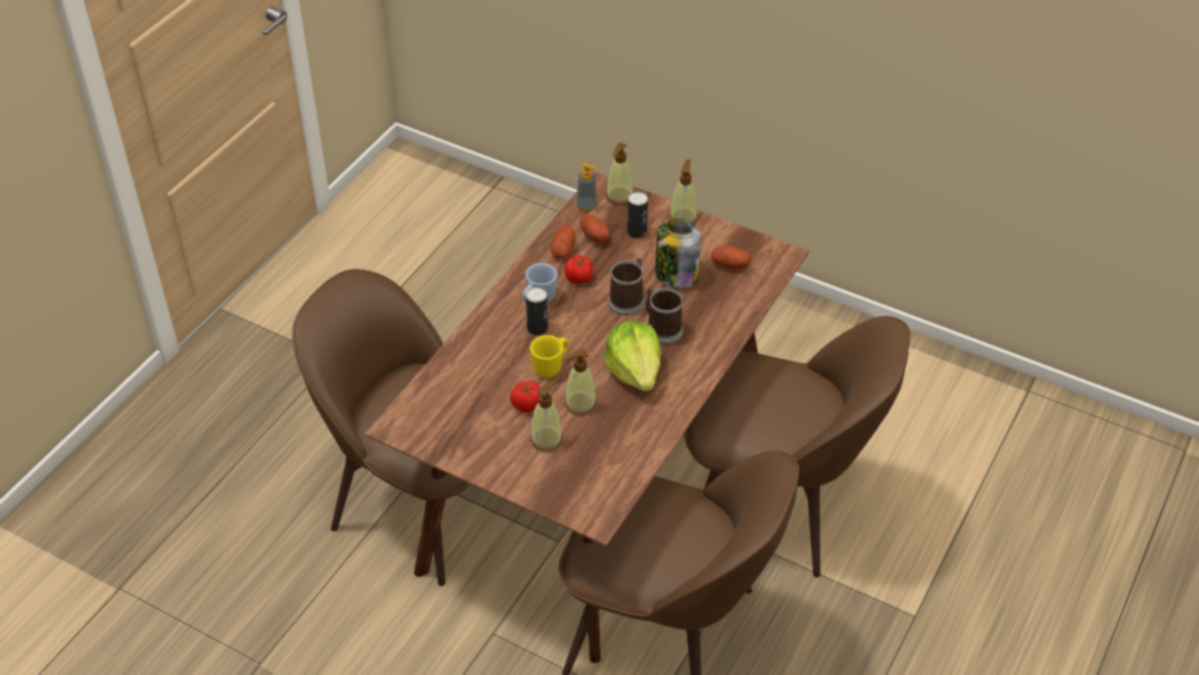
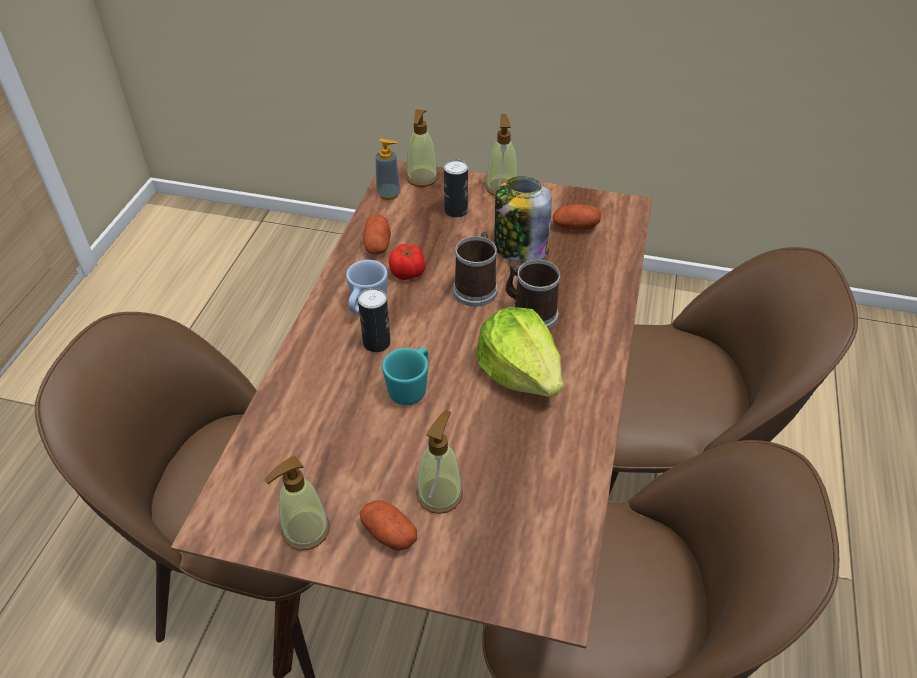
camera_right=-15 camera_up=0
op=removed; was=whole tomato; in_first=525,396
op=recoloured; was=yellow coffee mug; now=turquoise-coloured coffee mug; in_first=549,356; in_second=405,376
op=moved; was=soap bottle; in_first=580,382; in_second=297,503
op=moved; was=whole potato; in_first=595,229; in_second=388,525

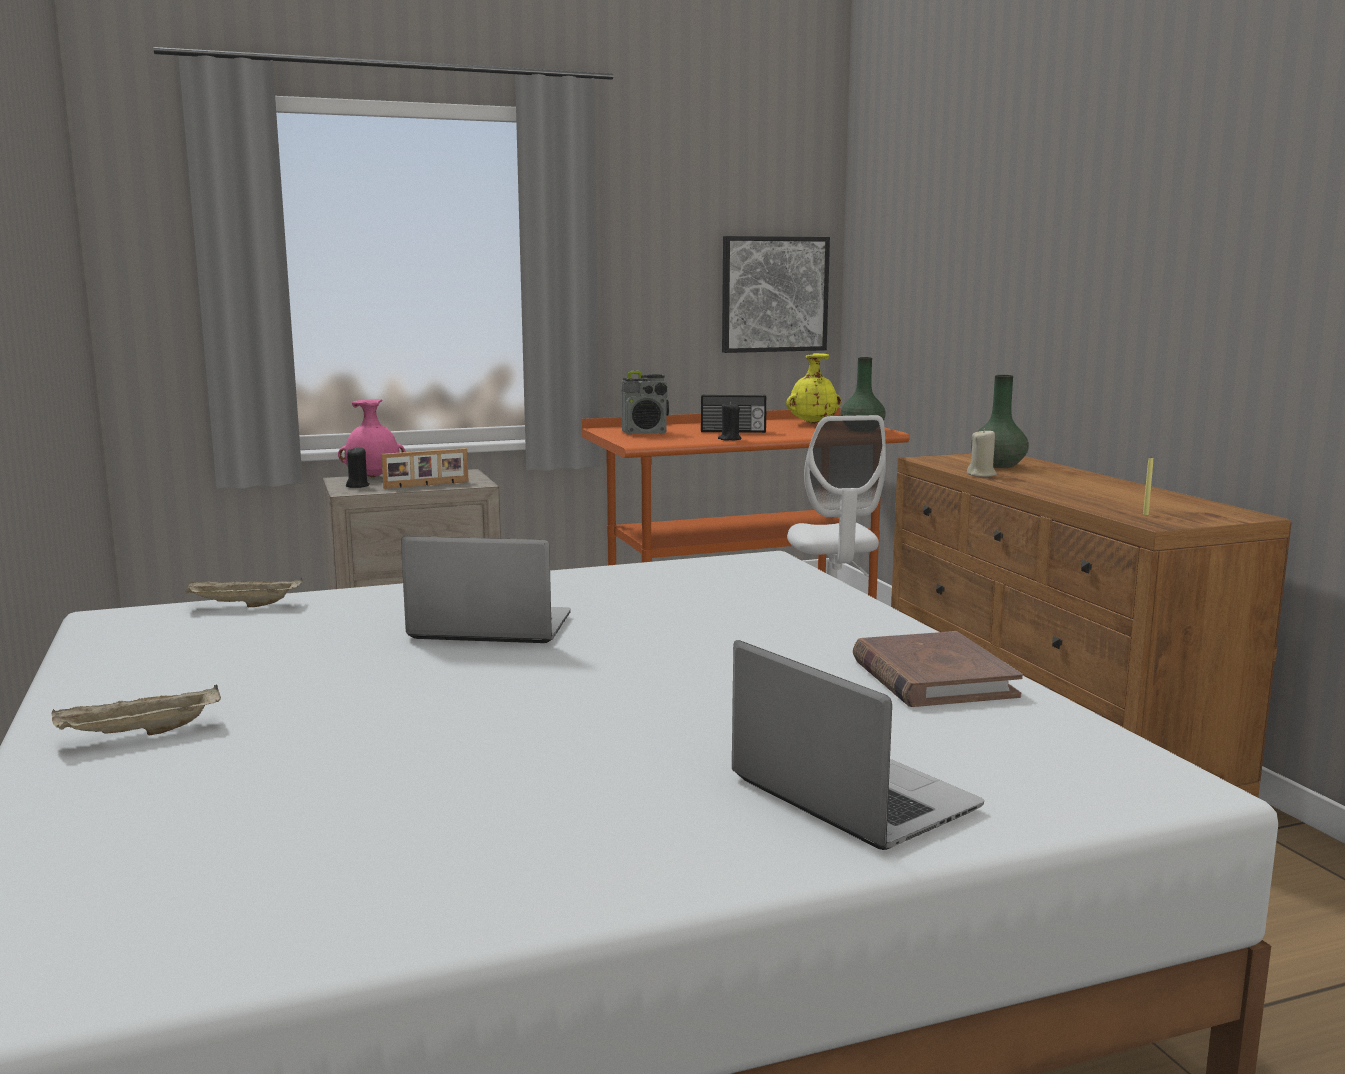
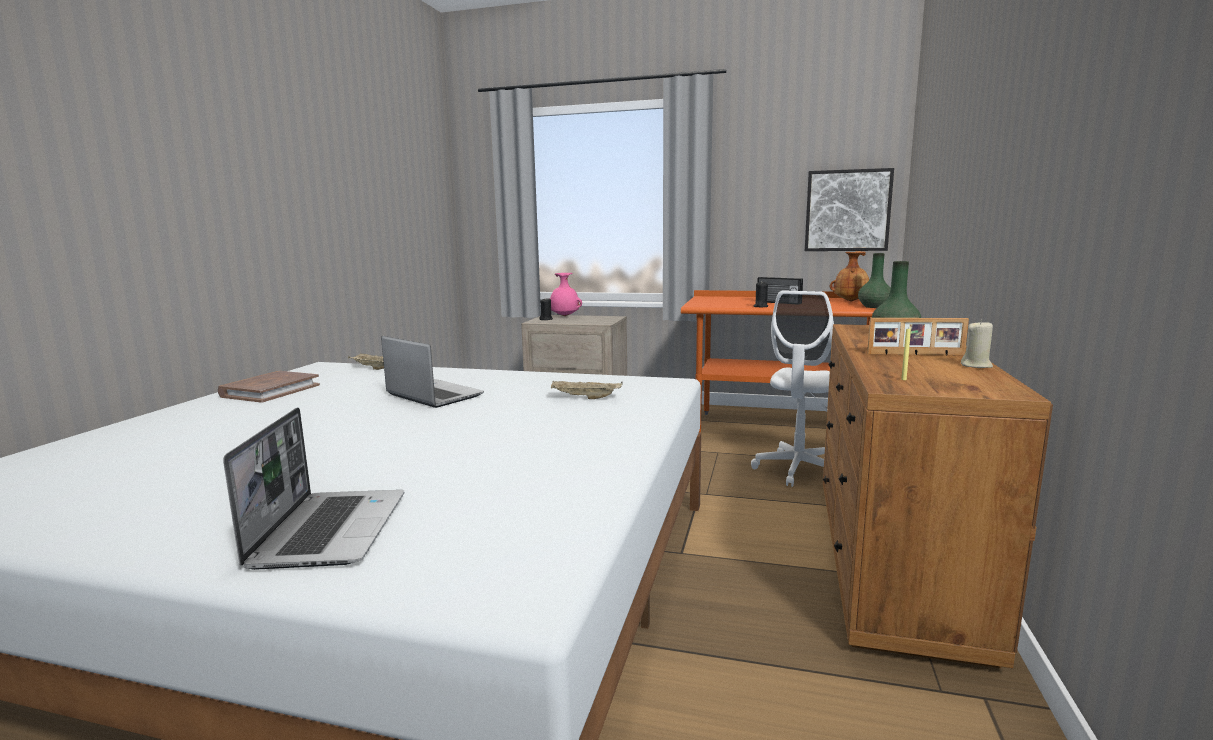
camera_right=35 camera_up=0
op=moved; was=beige-coloured tray; in_first=136,710; in_second=586,390
op=moved; was=standing frame; in_first=425,468; in_second=918,336
op=removed; was=radio set; in_first=645,402
op=recoloured; was=yellow decorative vase; now=brownish decorative vase; in_first=813,388; in_second=849,276
op=moved; was=brownish volume; in_first=938,669; in_second=269,387
op=moved; was=beige-coloured wax light; in_first=982,452; in_second=977,344

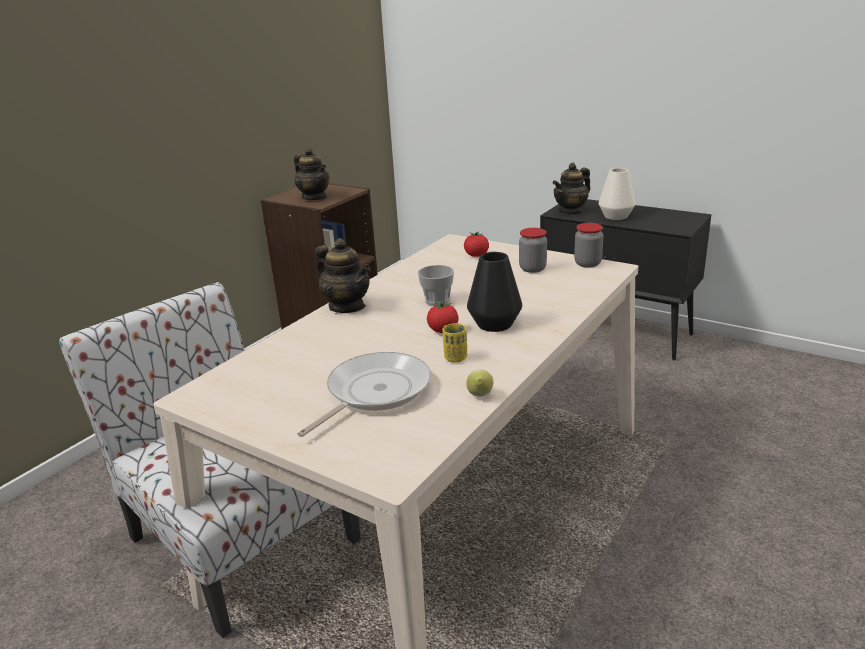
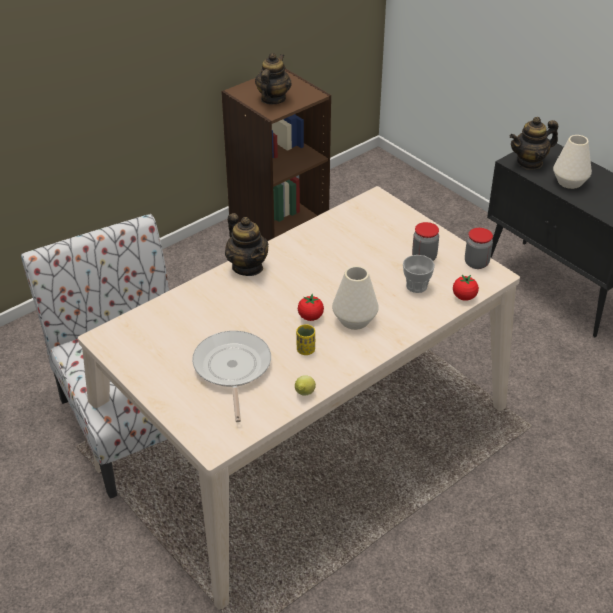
camera_right=15 camera_up=15
op=turned; was=pot for tea; in_first=312,174; in_second=273,78; clockwise=-135
op=turned; was=skillet; in_first=364,394; in_second=231,376; clockwise=-60
op=moved; was=small cup; in_first=436,285; in_second=419,274
op=moved; was=whole tomato; in_first=476,244; in_second=466,288
op=recoloured; was=black-coloured decorative vase; now=white decorative vase; in_first=494,292; in_second=355,298

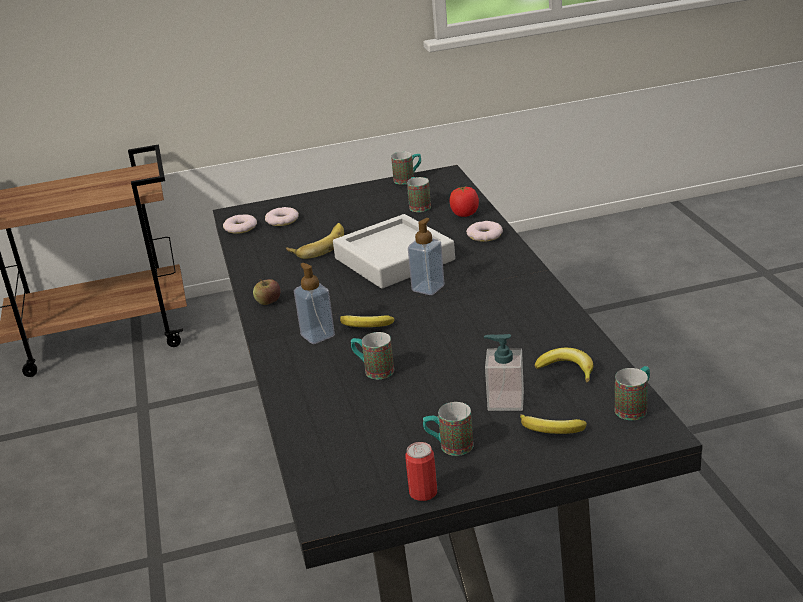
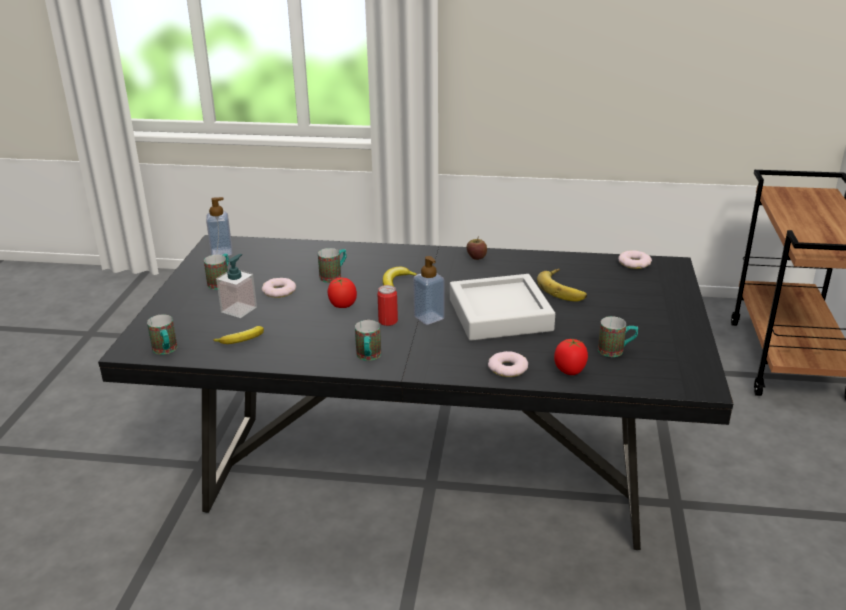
camera_right=110 camera_up=0
op=moved; was=donut; in_first=282,216; in_second=279,288
op=moved; was=soap bottle; in_first=314,303; in_second=219,226
op=moved; was=coffee mug; in_first=406,168; in_second=368,340
op=moved; was=metal can; in_first=421,471; in_second=388,305
op=removed; was=banana fruit; in_first=553,424
op=added; now=whole tomato; in_second=342,292

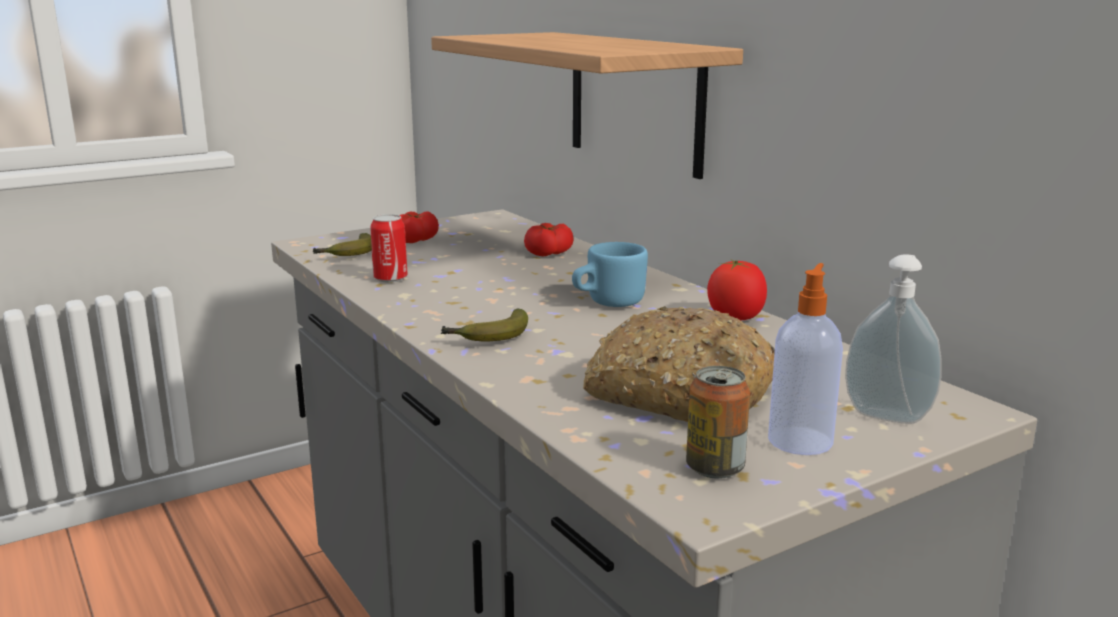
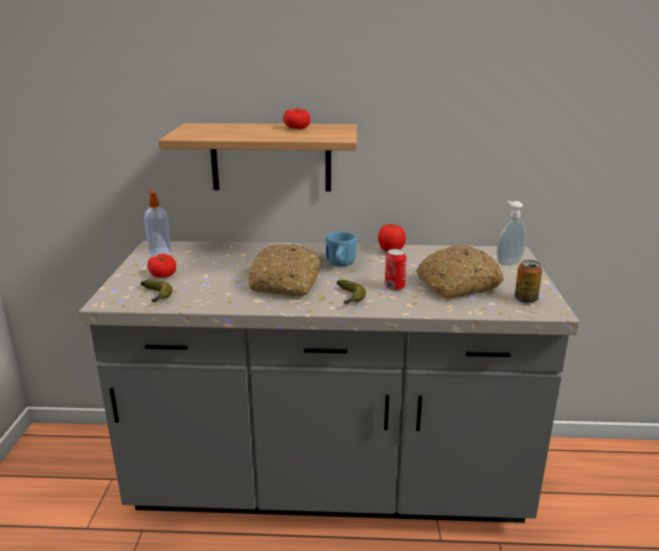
camera_right=-55 camera_up=5
op=moved; was=metal can; in_first=388,248; in_second=396,270
op=moved; was=whole tomato; in_first=549,239; in_second=296,118
op=moved; was=soap bottle; in_first=805,359; in_second=157,223
op=added; now=baked bread; in_second=285,270

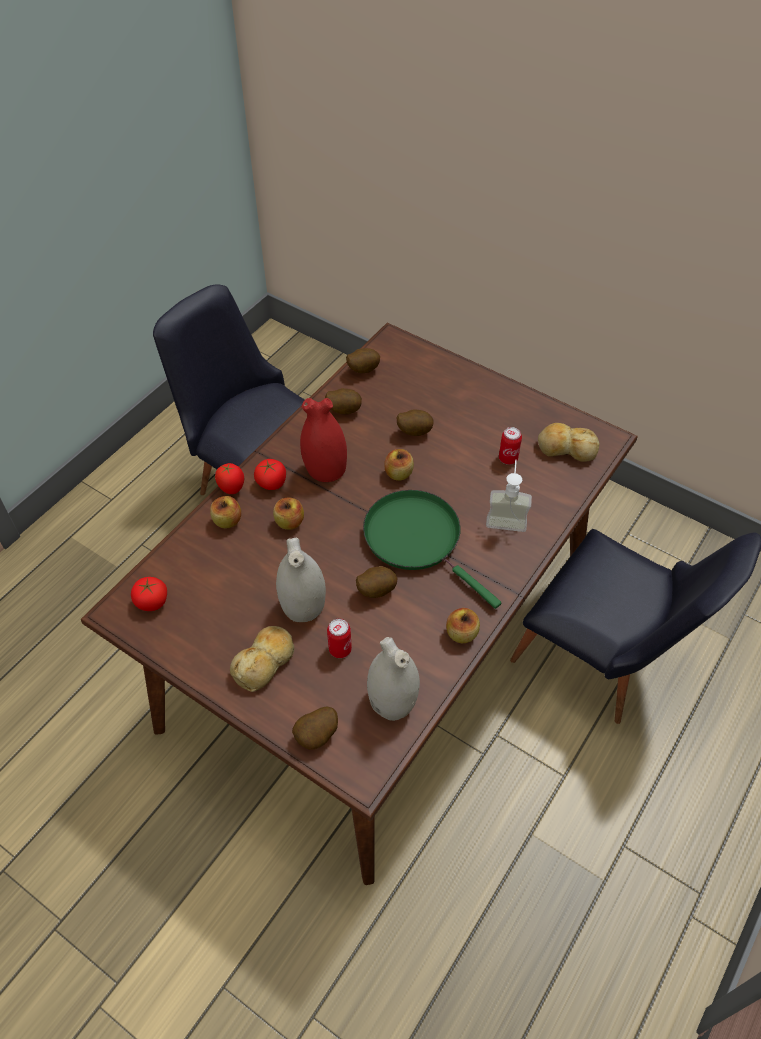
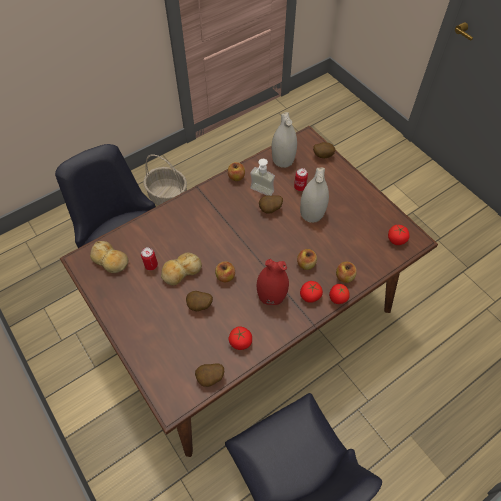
camera_right=-160 camera_up=5
op=moved; was=baked bread; in_first=262,659; in_second=181,269
op=replaced; was=whole potato; now=whole tomato; in_first=343,401; in_second=240,338
op=removed; was=green-coloured skillet; in_first=432,549
op=moved; was=soap bottle; in_first=509,496; in_second=262,177
op=added; now=storage basket; in_second=165,179

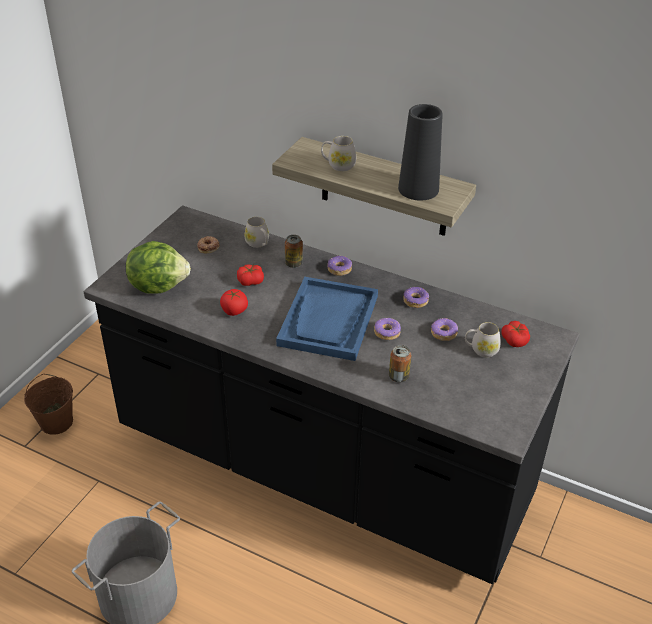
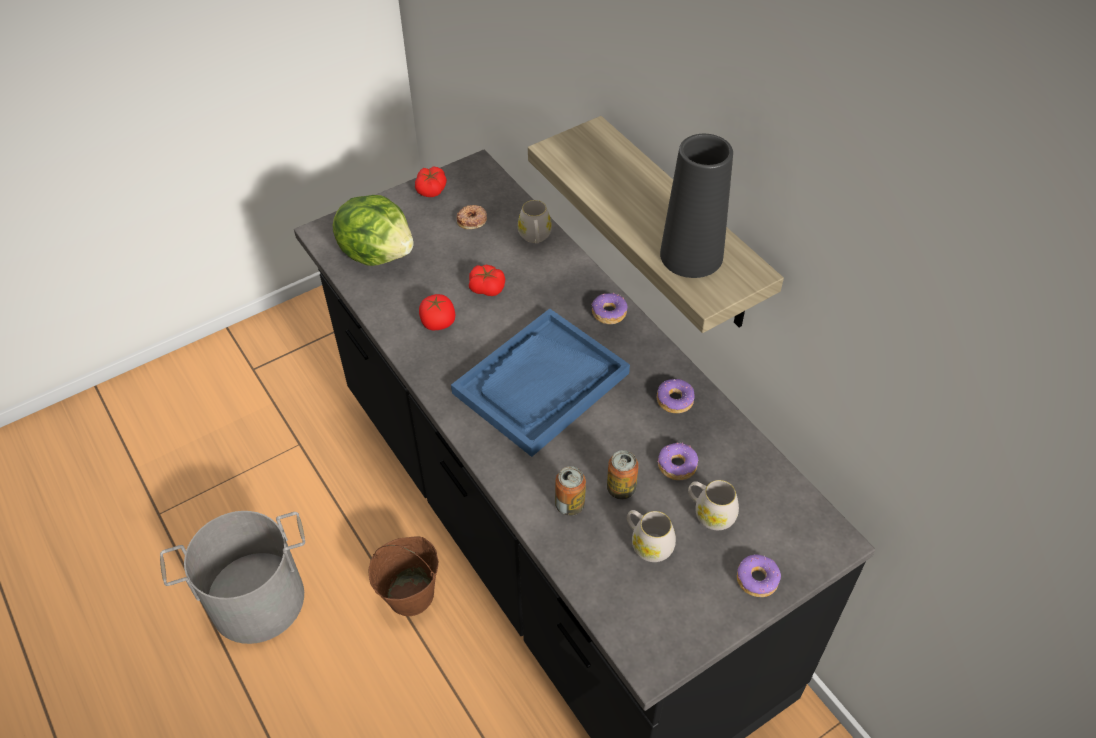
camera_right=30 camera_up=10
op=moved; was=brownish water bucket; in_first=48,404; in_second=403,576
op=moved; was=metal can; in_first=294,251; in_second=623,474
op=moved; was=white coffee mug; in_first=338,153; in_second=651,536
op=moved; was=donut; in_first=387,329; in_second=759,576
op=moved; was=whole tomato; in_first=515,334; in_second=431,181

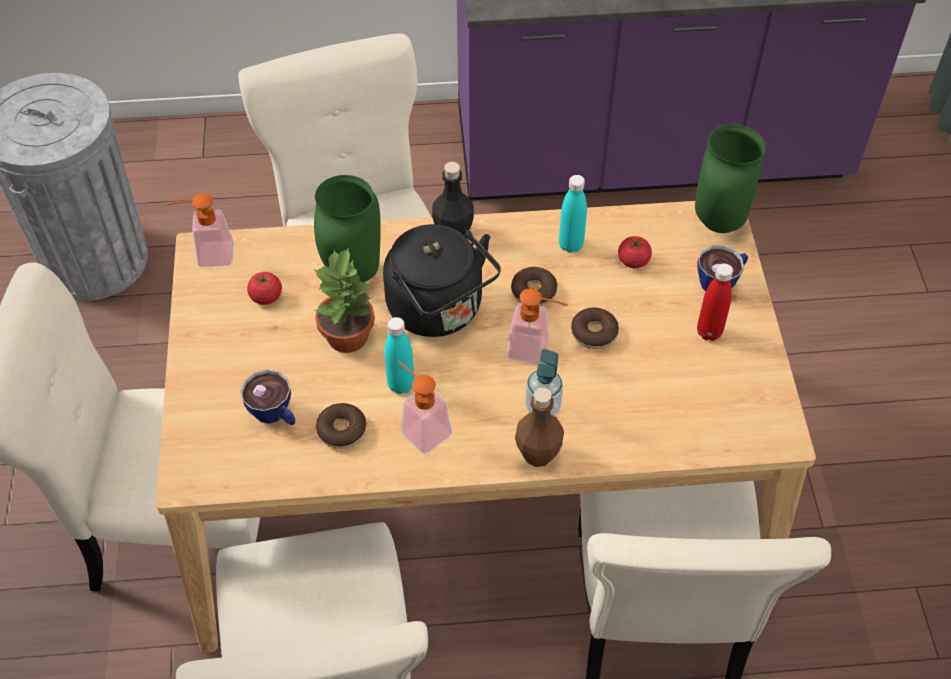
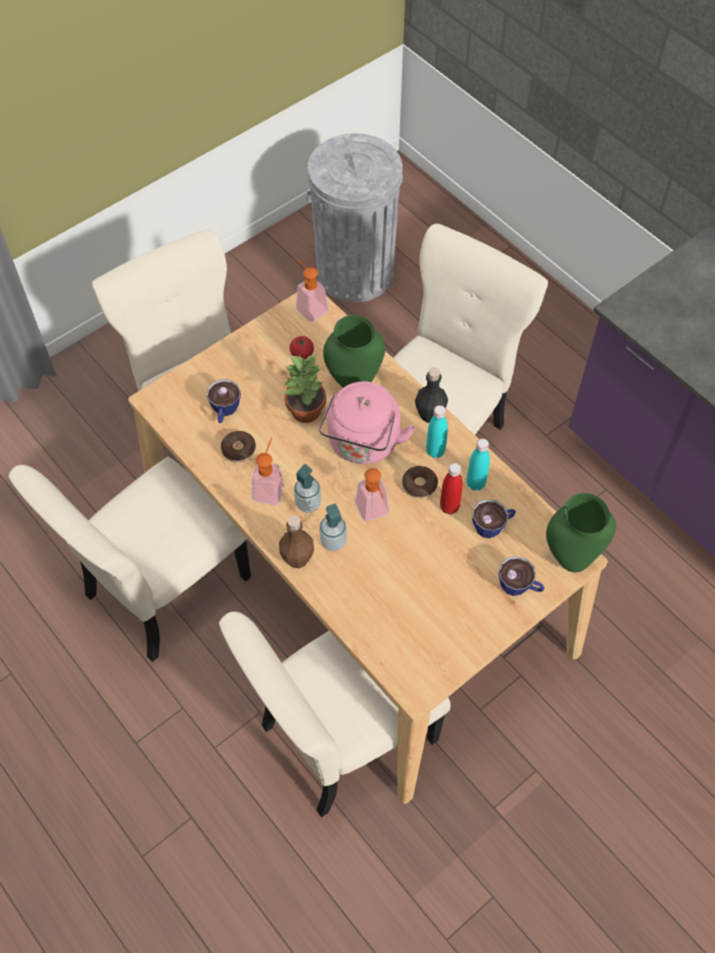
camera_right=55 camera_up=5
op=recoloured; was=black-coloured kettle; now=pinkish kettle; in_first=442,280; in_second=367,422
op=moved; was=turquoise-coloured drink bottle; in_first=399,355; in_second=437,431
op=removed; was=donut; in_first=595,328
op=replaced; was=whole tomato; now=small cup; in_first=635,252; in_second=494,518
op=moved; was=red drink bottle; in_first=715,302; in_second=451,489
op=added; now=soap bottle; in_second=307,488

